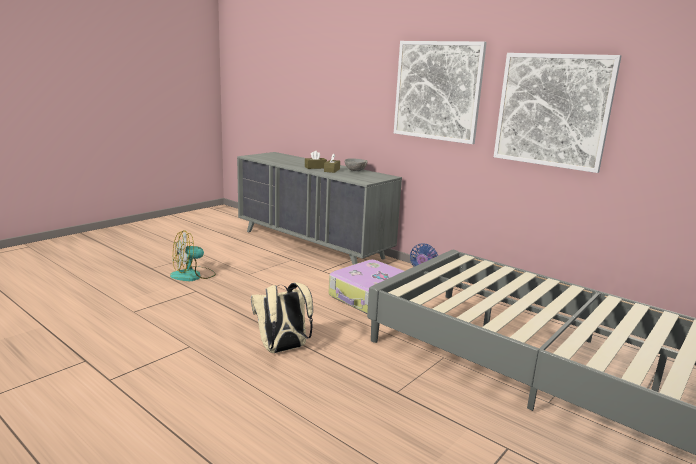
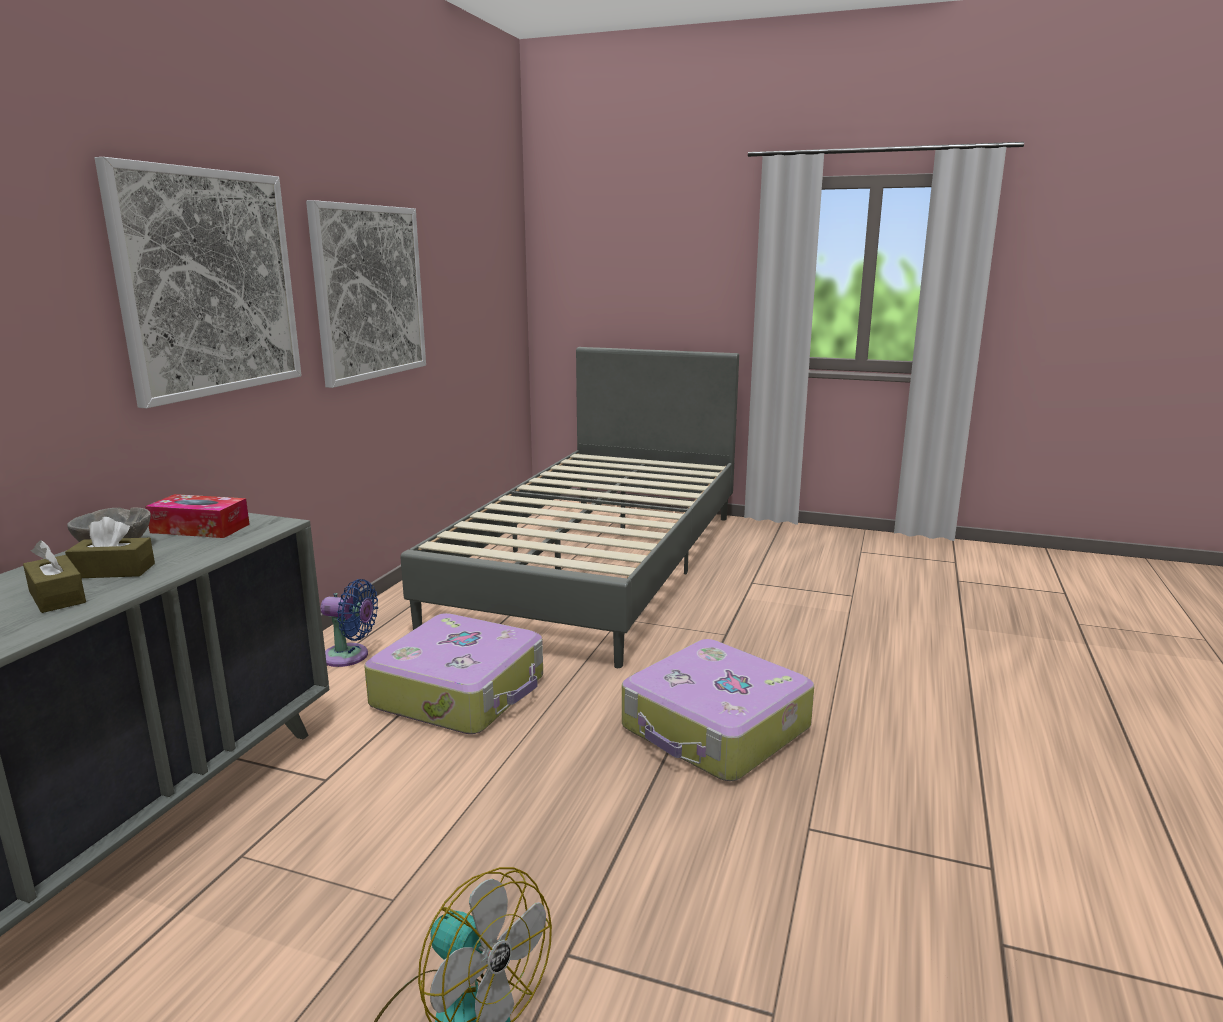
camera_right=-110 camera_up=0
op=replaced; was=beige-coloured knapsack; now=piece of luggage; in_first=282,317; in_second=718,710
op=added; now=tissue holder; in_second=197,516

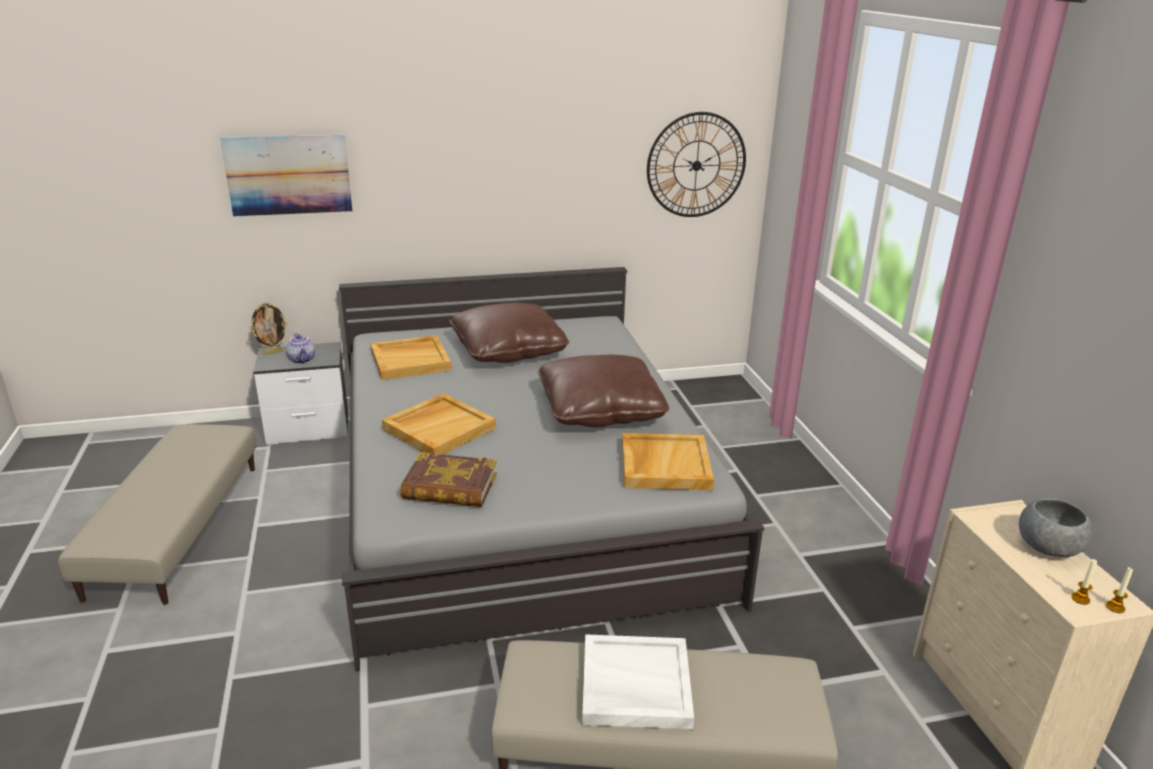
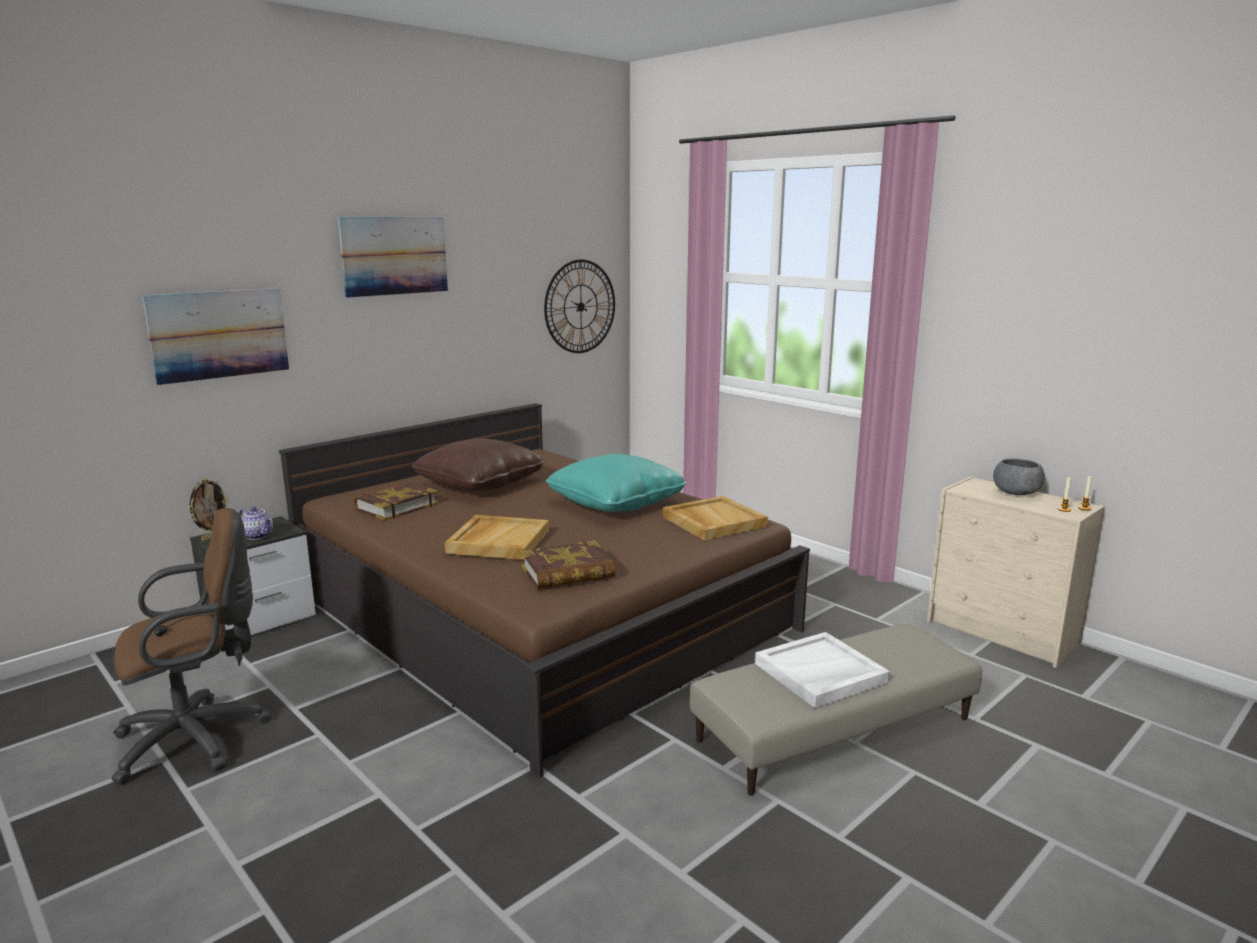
camera_right=-30 camera_up=-10
op=replaced; was=beige-coloured pouffe; now=brownish computer chair; in_first=157,514; in_second=191,646
op=recoloured; was=grey sleeping bed; now=brownish sleeping bed; in_first=551,469; in_second=544,590
op=replaced; was=beige-coloured tray; now=volume; in_first=411,357; in_second=396,501
op=recoloured; was=brownish pillow; now=turquoise-coloured pillow; in_first=603,391; in_second=616,483
op=added; now=wall picture; in_second=393,257

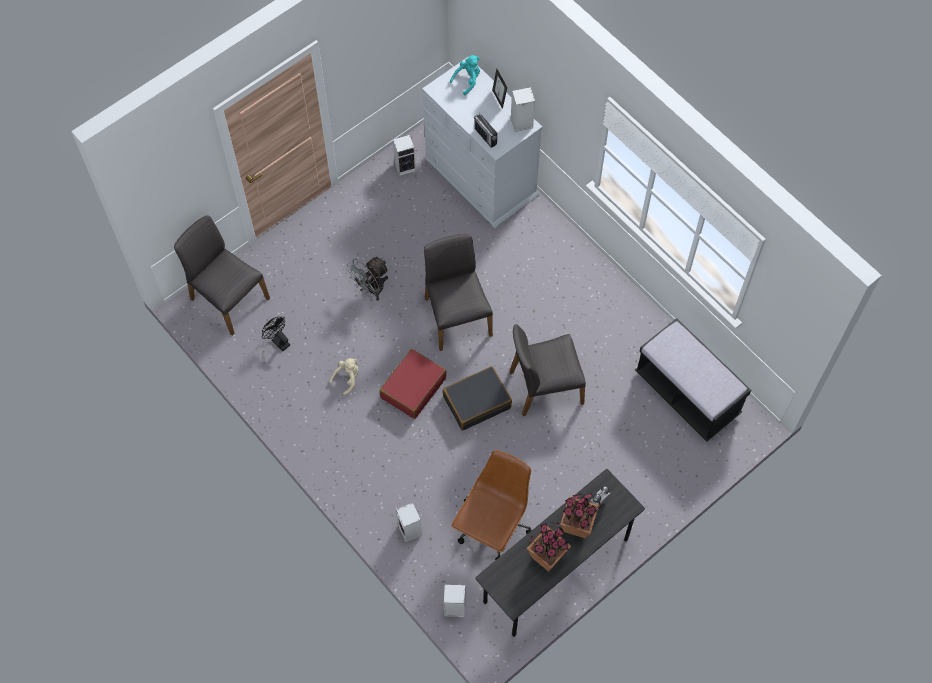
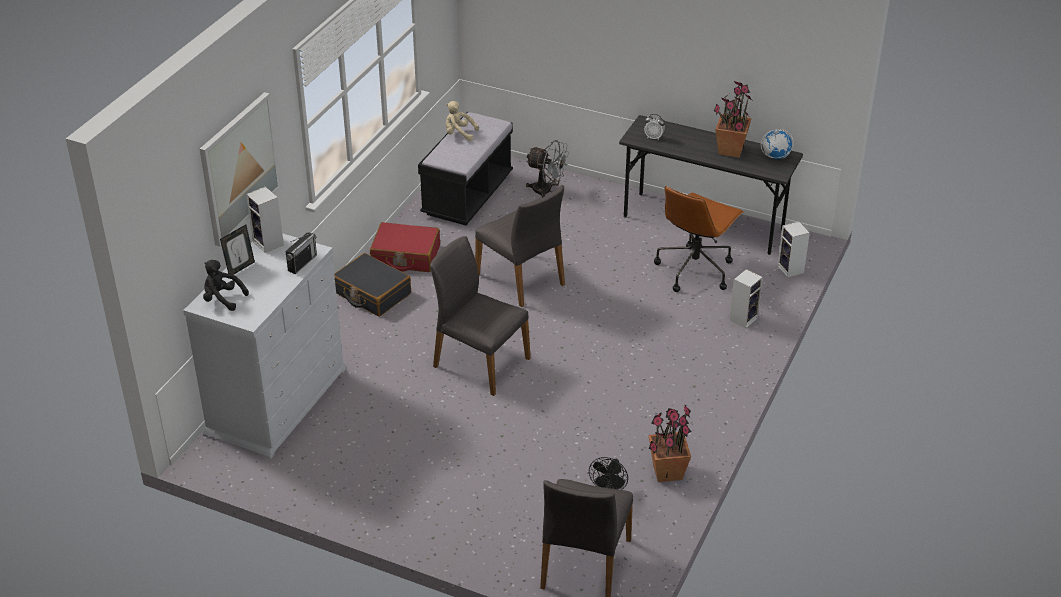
camera_right=-115 camera_up=-25
op=moved; was=beige-coloured plush toy; in_first=344,377; in_second=462,121
op=moved; was=grey cooling fan; in_first=367,279; in_second=547,169
op=moved; was=red piece of luggage; in_first=412,384; in_second=405,247
op=removed; was=audio speaker; in_first=404,155
op=turned; was=grey plain chair; in_first=458,292; in_second=480,316; clockwise=75
op=moved; was=black-coloured piece of luggage; in_first=477,398; in_second=372,284
op=recoloured; was=turquoise-coloured plush toy; now=black-coloured plush toy; in_first=465,75; in_second=226,285
op=turned; was=brownish computer chair; in_first=491,505; in_second=699,239; clockwise=-60
op=moved; was=houseplant; in_first=581,515; in_second=670,443
op=added; now=wall picture; in_second=240,169
op=added; now=globe; in_second=777,144

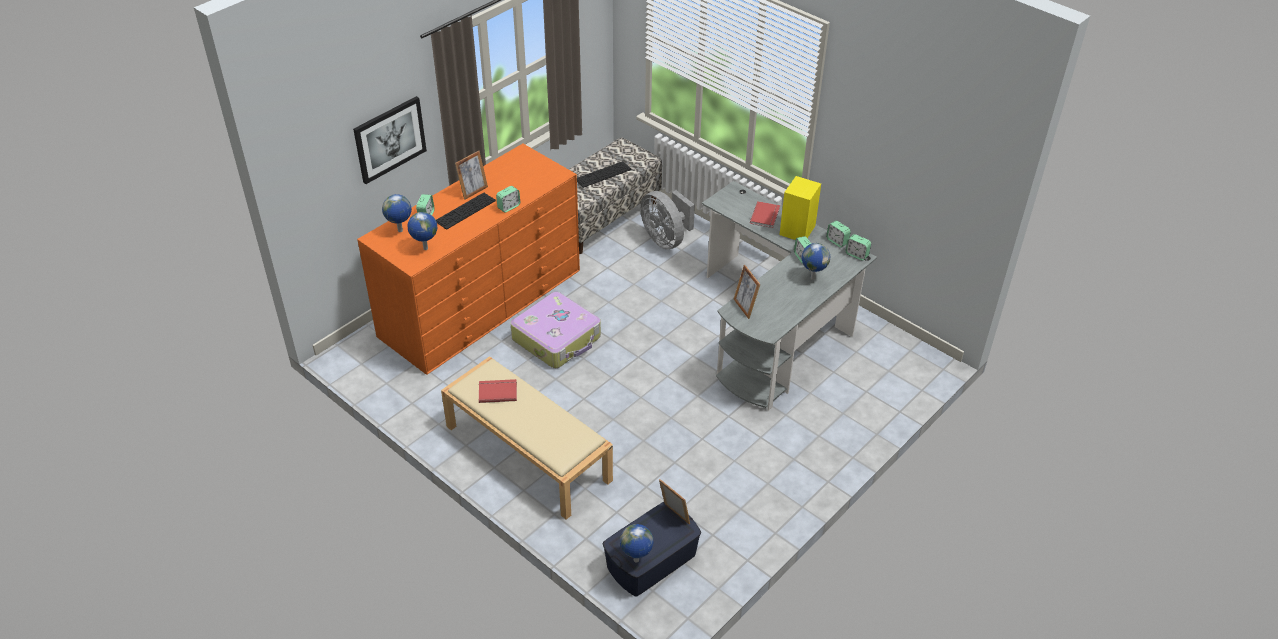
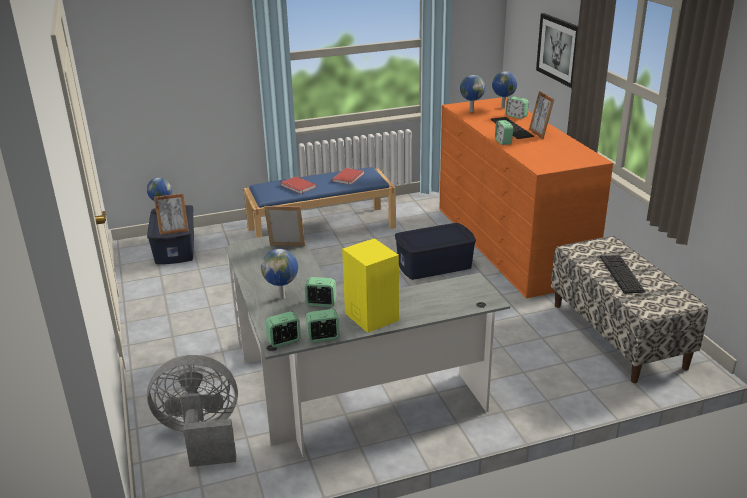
camera_right=120 camera_up=-15
op=recoloured; was=beige-coloured long seat; now=blue-coloured long seat; in_first=527,438; in_second=320,202
op=replaced; was=piece of luggage; now=blue-coloured storage box; in_first=555,330; in_second=435,251
op=moved; was=grey cooling fan; in_first=667,219; in_second=192,411
op=moved; was=red volume; in_first=765,214; in_second=298,185

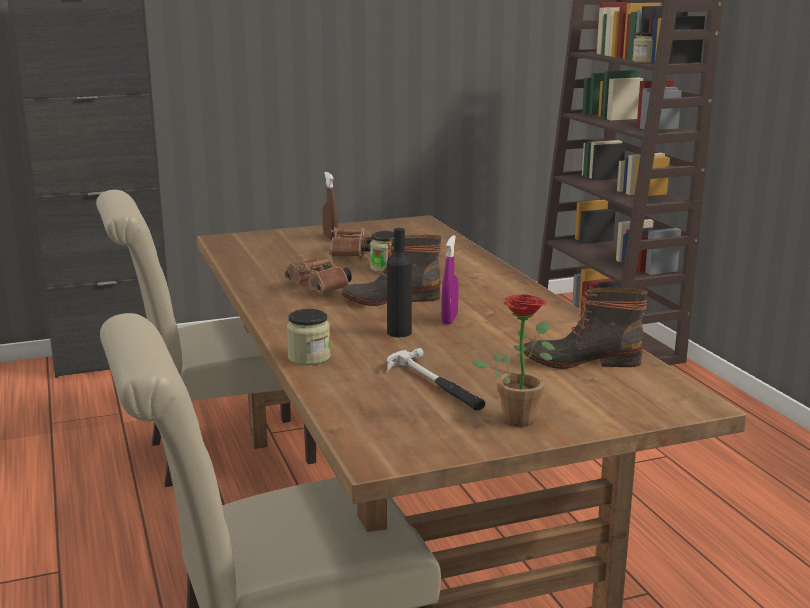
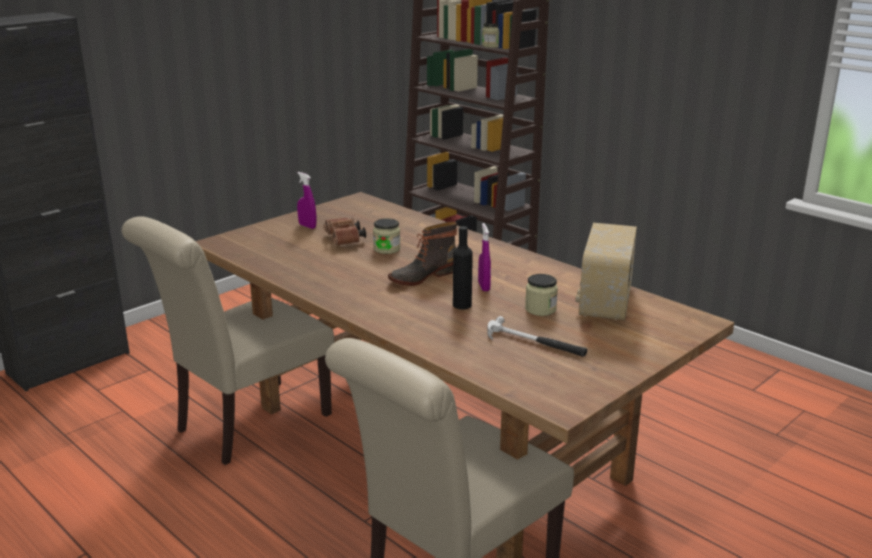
camera_right=-25 camera_up=5
op=removed; was=brownish field glasses; in_first=318,275
op=moved; was=jar; in_first=309,337; in_second=541,295
op=recoloured; was=brownish sprayer; now=purple-coloured sprayer; in_first=330,206; in_second=307,200
op=removed; was=houseplant; in_first=513,360
op=replaced; was=boot; now=radio set; in_first=585,328; in_second=606,271

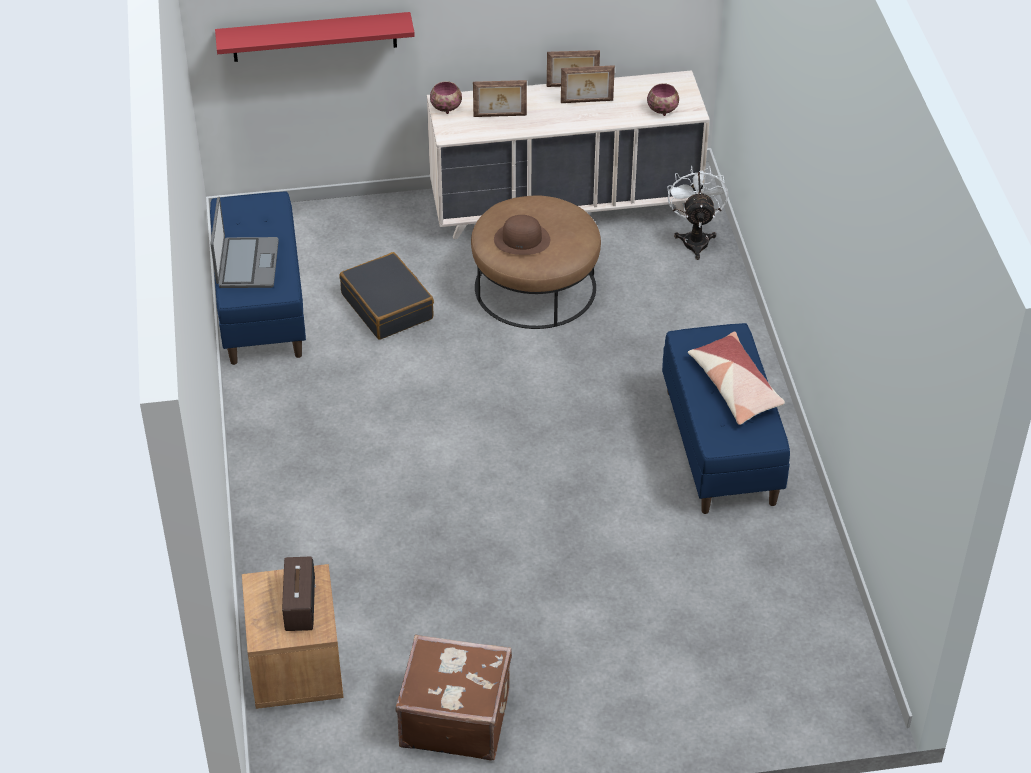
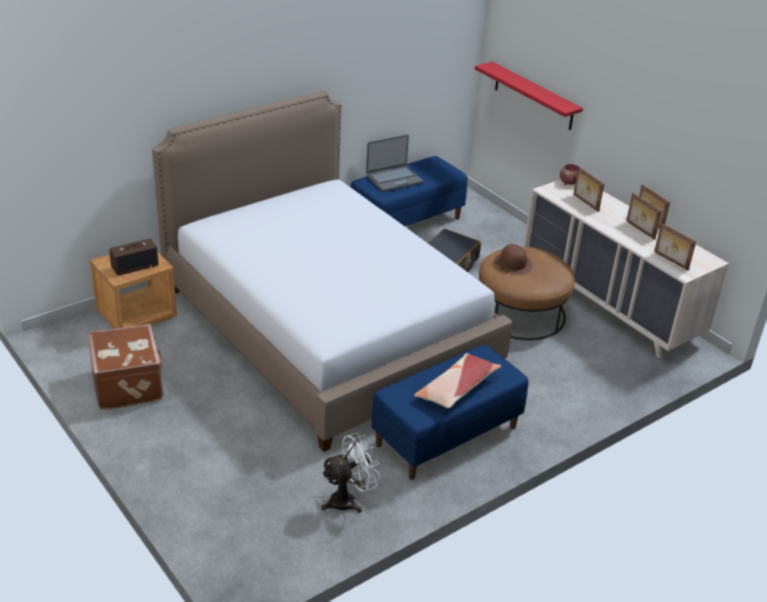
camera_right=60 camera_up=-10
op=replaced; was=deep dish; now=standing frame; in_first=663,99; in_second=675,247
op=moved; was=white cooling fan; in_first=698,212; in_second=351,473
op=added; now=sleeping bed; in_second=332,271

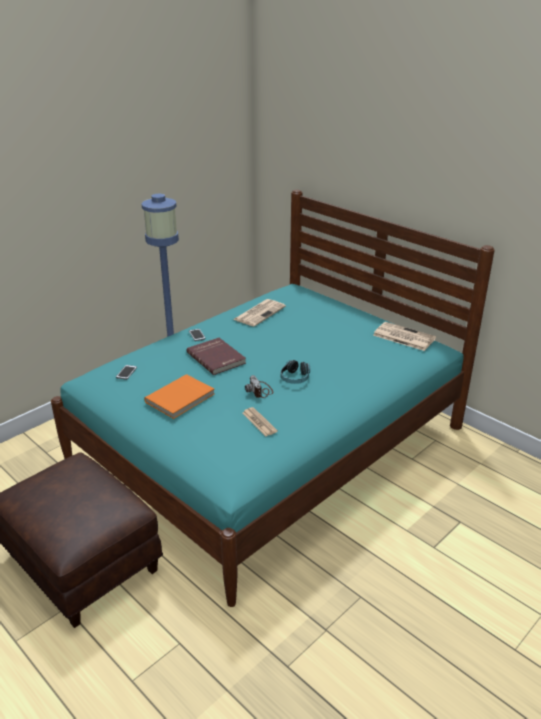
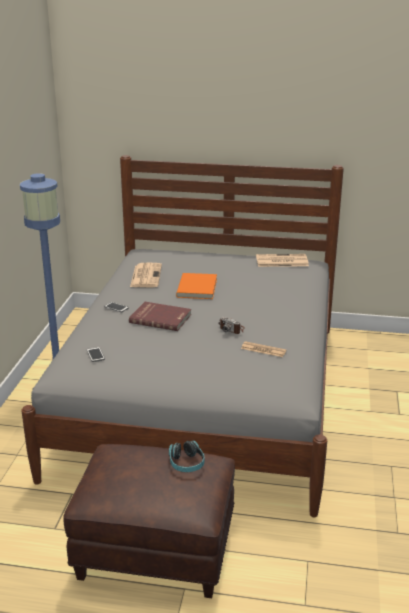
camera_right=-35 camera_up=-5
op=recoloured; was=turquoise-coloured sleeping bed; now=grey sleeping bed; in_first=273,398; in_second=182,336
op=moved; was=orangey volume; in_first=179,396; in_second=196,286
op=moved; was=headphones; in_first=295,372; in_second=187,456

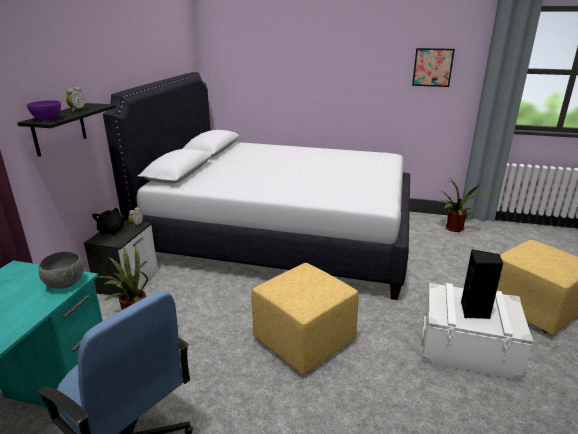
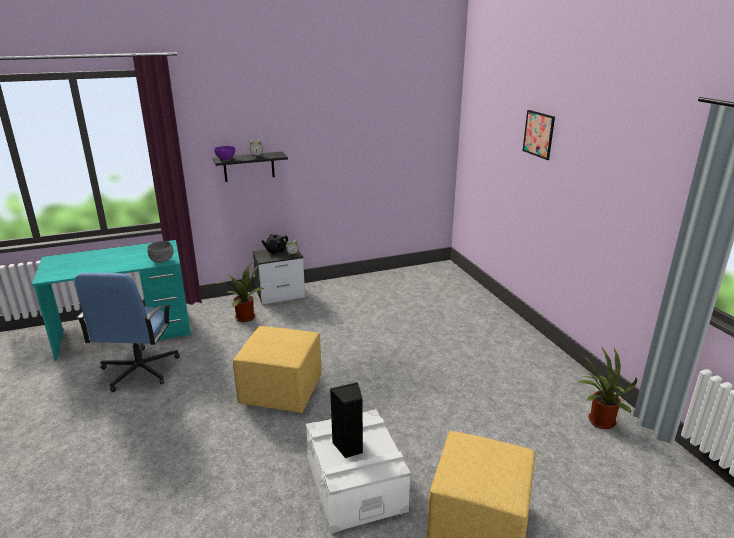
camera_right=55 camera_up=0
op=removed; was=white sleeping bed; in_first=256,186
op=moved; was=wall picture; in_first=433,67; in_second=539,135

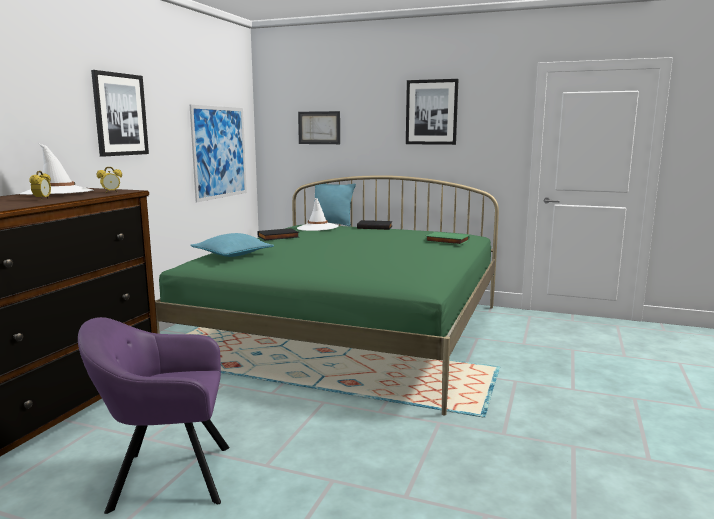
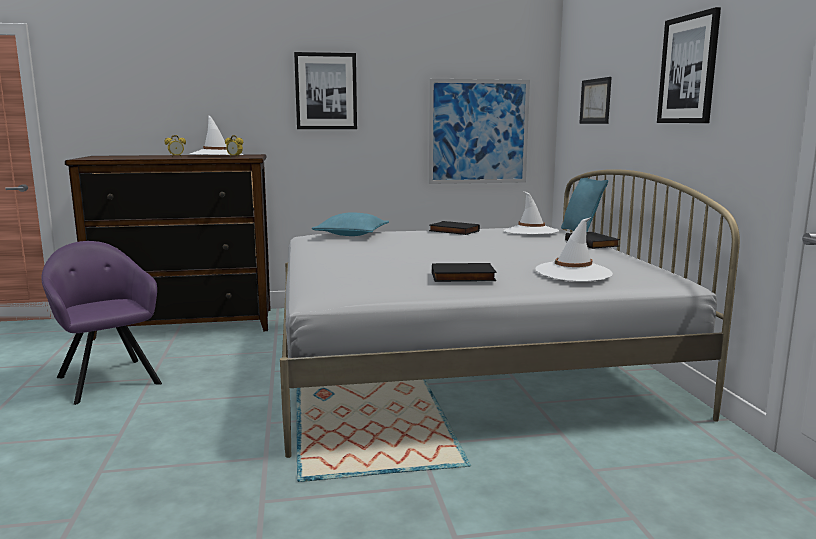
camera_right=60 camera_up=0
op=recoloured; was=green-coloured sleeping bed; now=white sleeping bed; in_first=327,295; in_second=510,313
op=replaced; was=green-coloured volume; now=white hat; in_first=447,238; in_second=574,249
op=added; now=black-coloured volume; in_second=464,272

